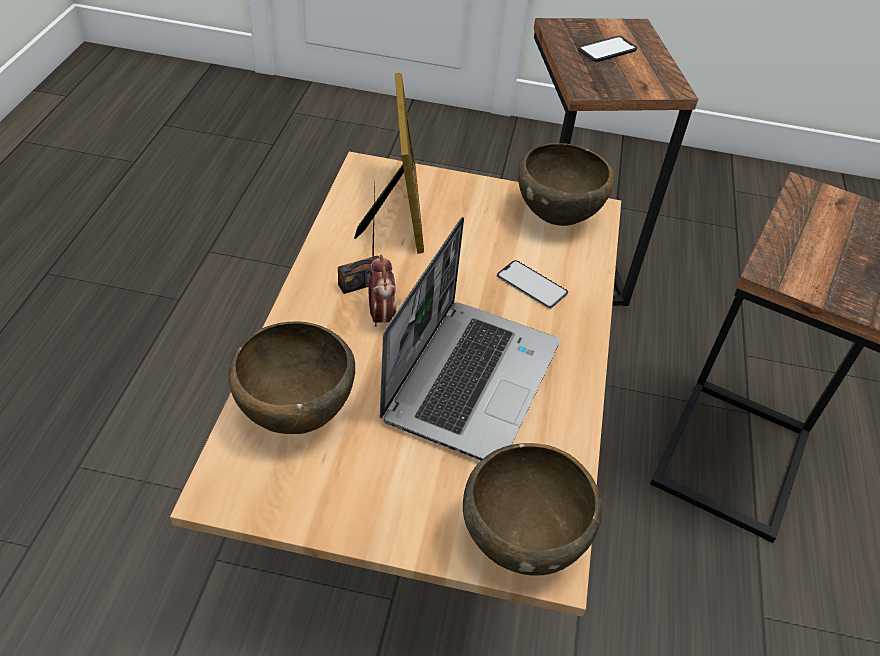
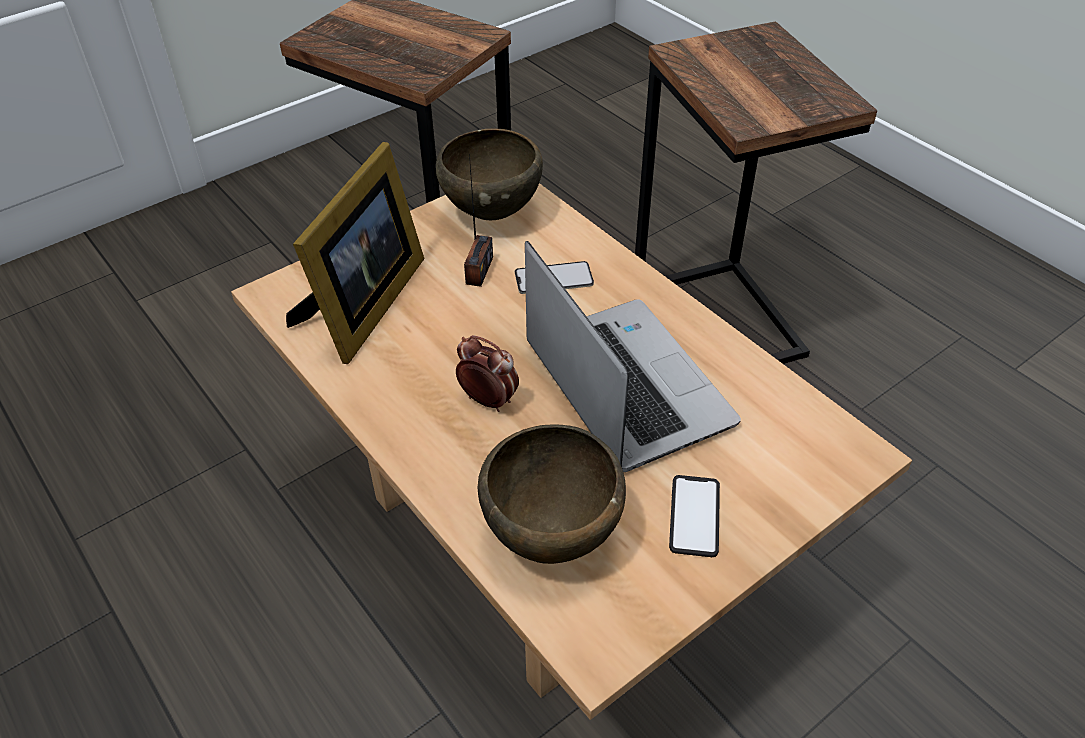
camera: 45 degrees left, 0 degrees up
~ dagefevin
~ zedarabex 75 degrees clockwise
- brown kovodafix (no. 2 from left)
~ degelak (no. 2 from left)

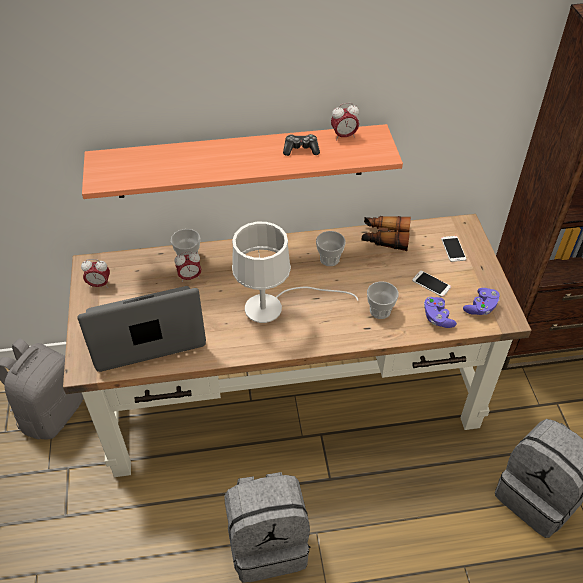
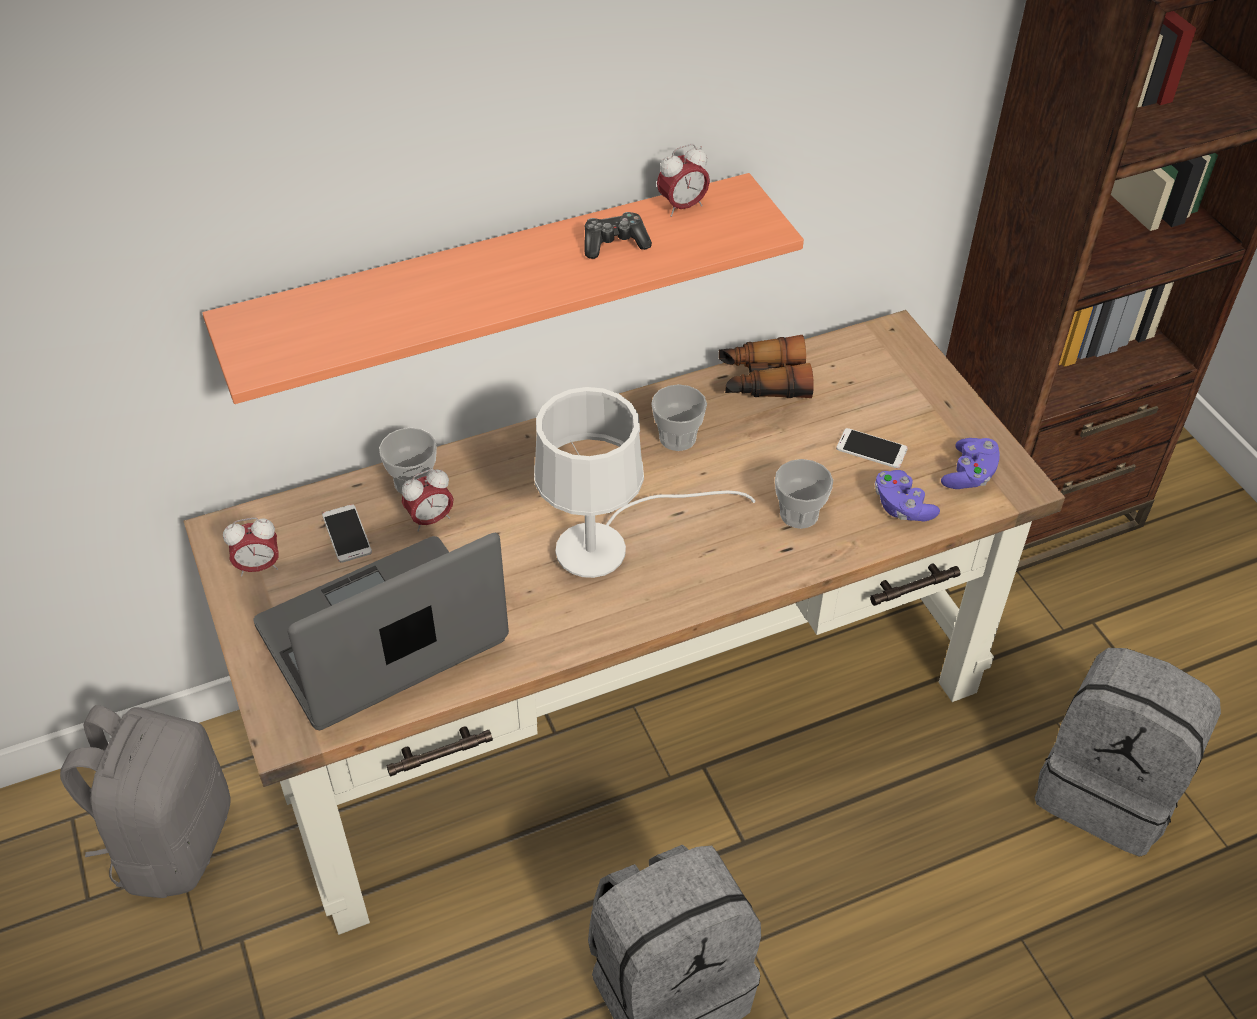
camera: 15 degrees left, 0 degrees up
~ degelak (no. 2 from left in the first image) to degelak (no. 1 from left)

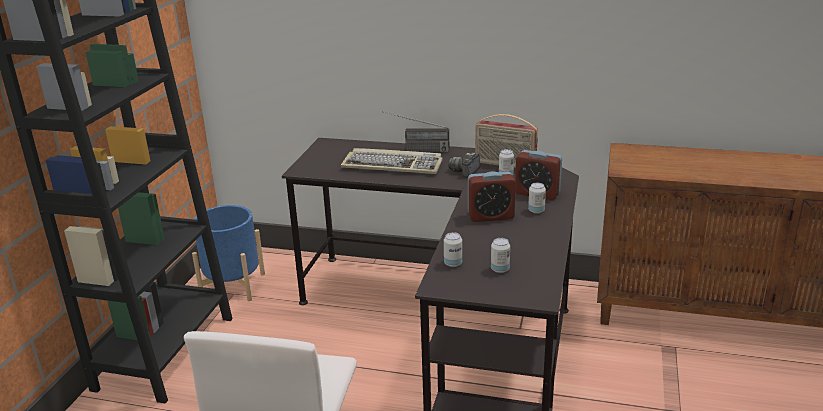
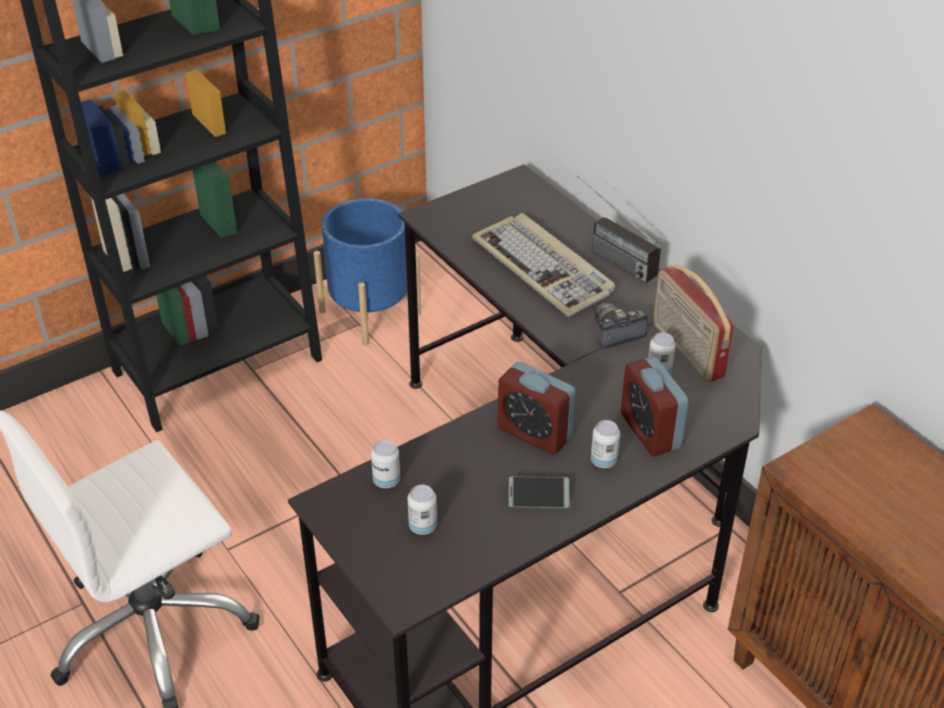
camera: 40 degrees right, 15 degrees up
+ degelak

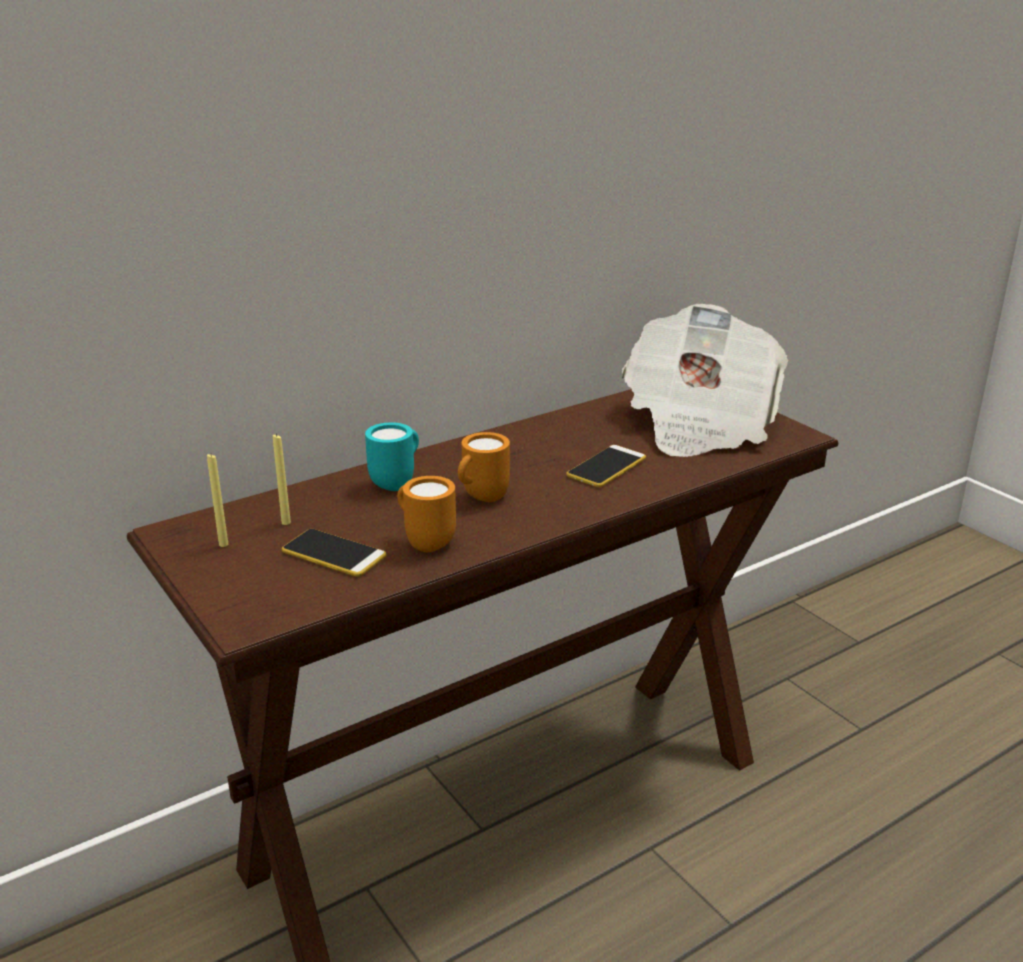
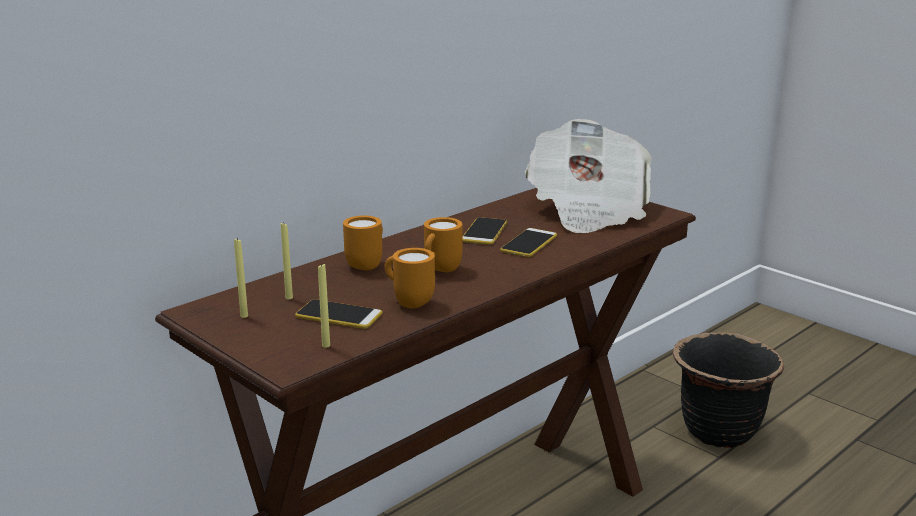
camera: 10 degrees left, 5 degrees down
~ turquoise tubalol to orange tubalol (no. 1 from left)
+ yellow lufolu (no. 3 from left)
+ degelak (no. 2 from left)
+ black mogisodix

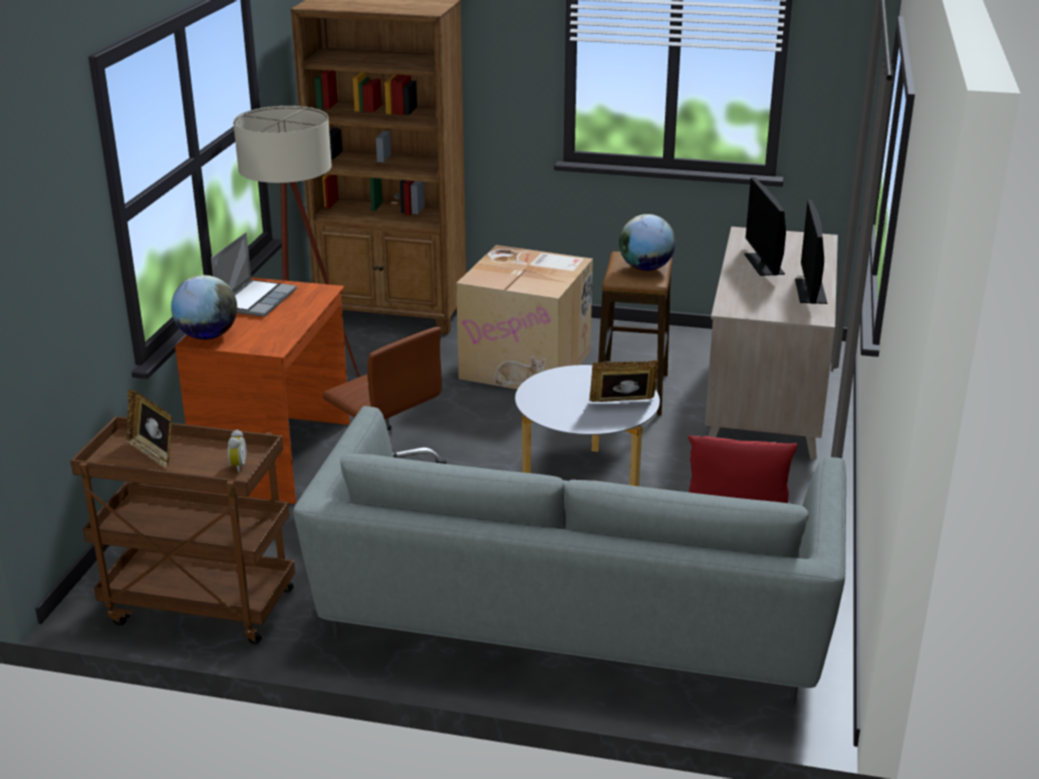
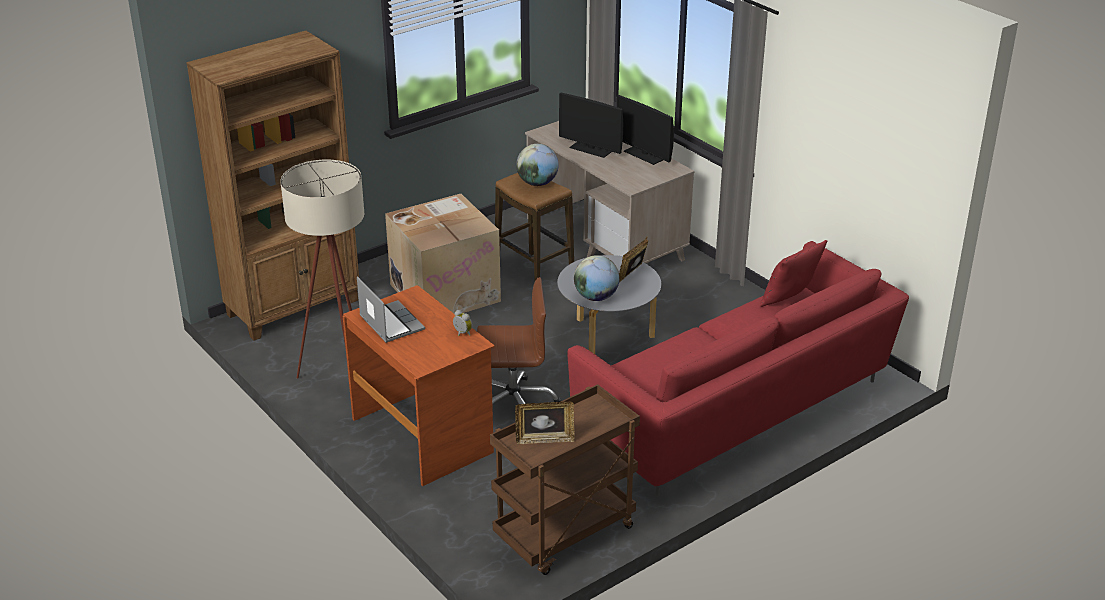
camera: 50 degrees left, 5 degrees up
~ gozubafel (no. 1 from left in the first image) to gozubafel (no. 2 from left)
~ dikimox
~ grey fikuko to red fikuko

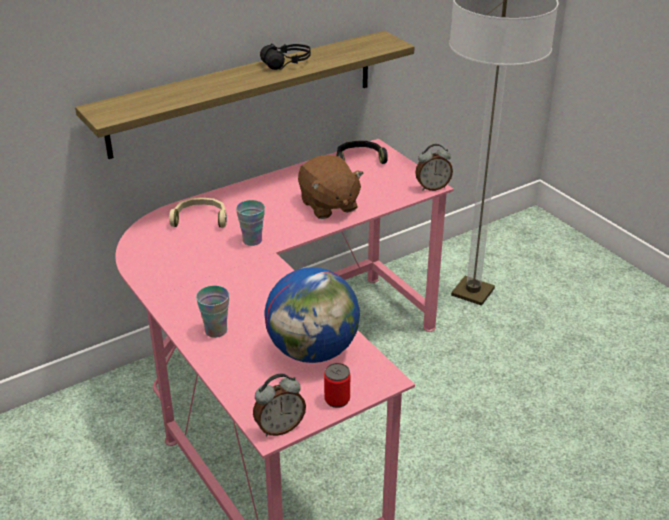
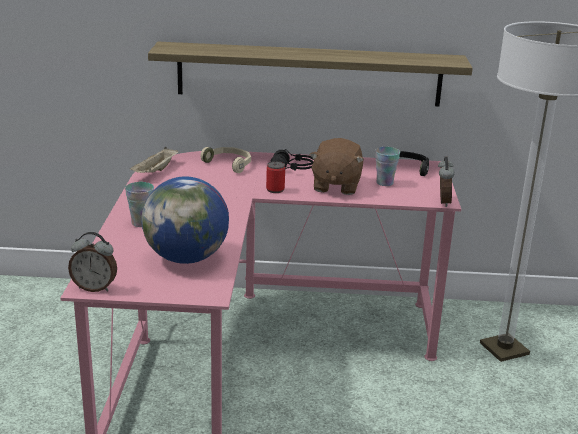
camera: 35 degrees right, 10 degrees down
~ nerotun (no. 2 from left)
~ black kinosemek (no. 1 from left)
~ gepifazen
~ dikimox (no. 2 from left) 105 degrees counterclockwise
+ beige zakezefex

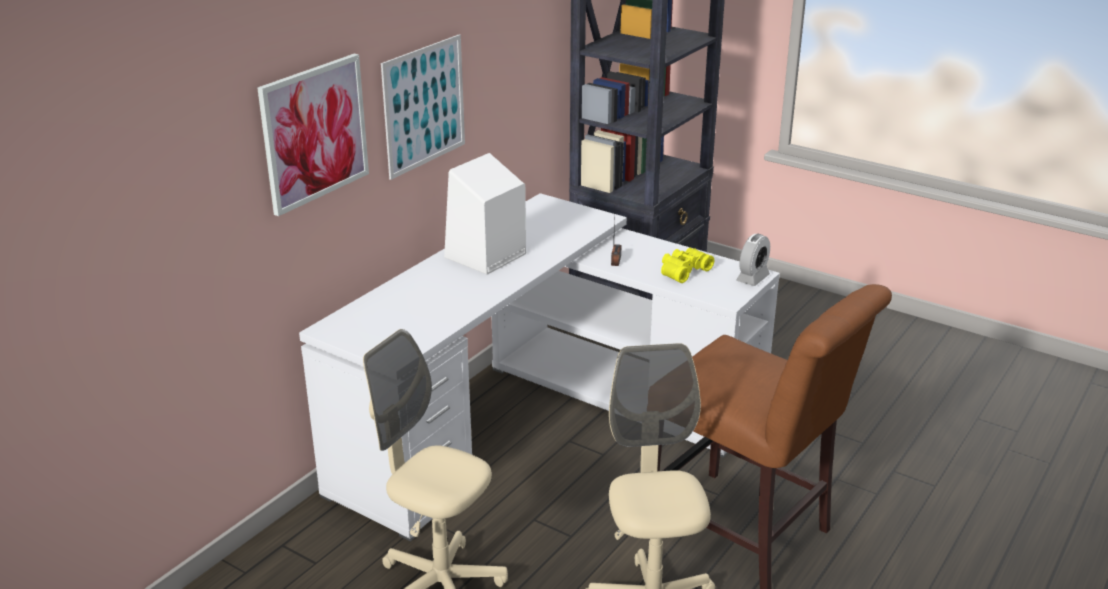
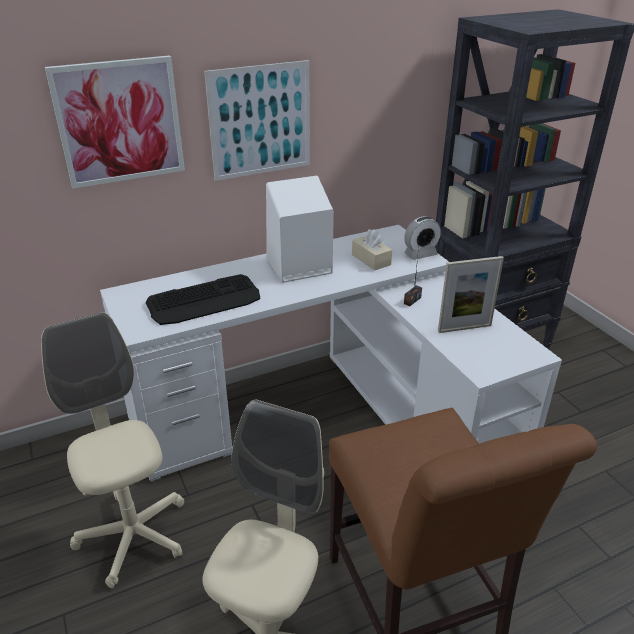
camera: 30 degrees right, 5 degrees up
~ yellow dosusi to zedarabex
~ dikimox
+ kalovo
+ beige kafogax

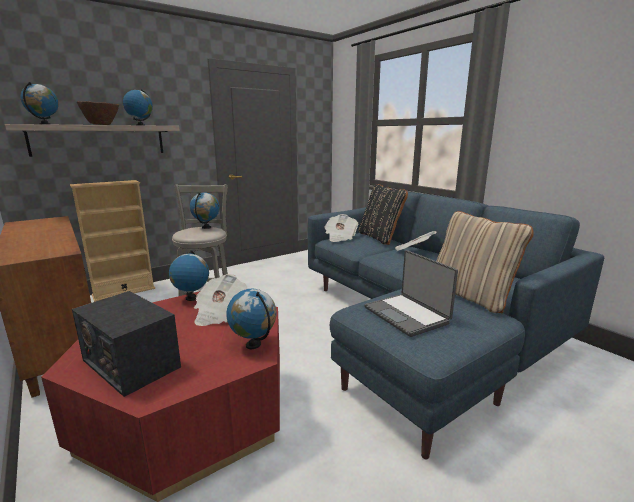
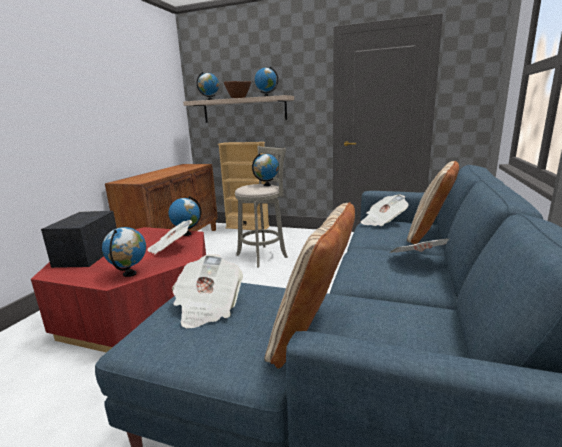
camera: 55 degrees right, 0 degrees up
~ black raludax to beige raludax (no. 2 from left)
~ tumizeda to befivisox (no. 2 from left)

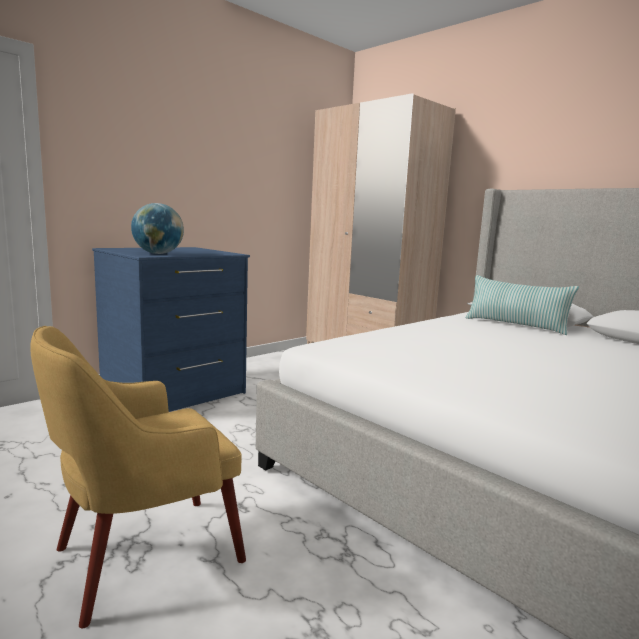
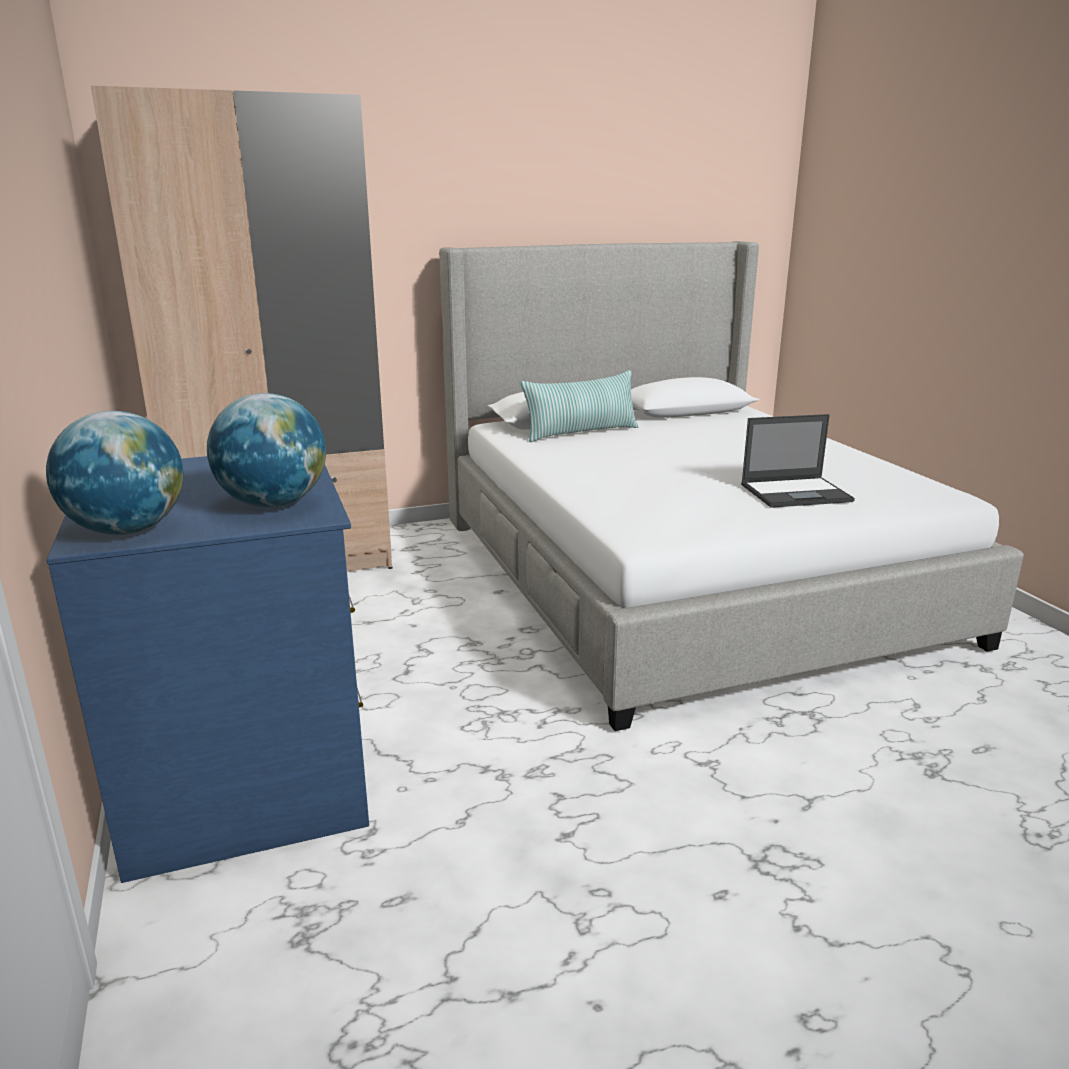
camera: 65 degrees left, 10 degrees up
- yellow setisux
+ gozubafel (no. 1 from left)
+ tumizeda

